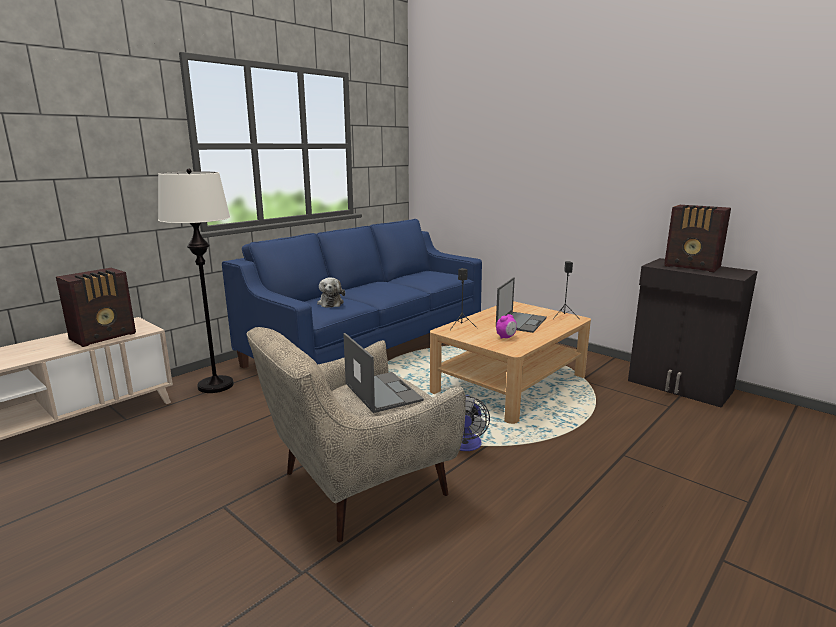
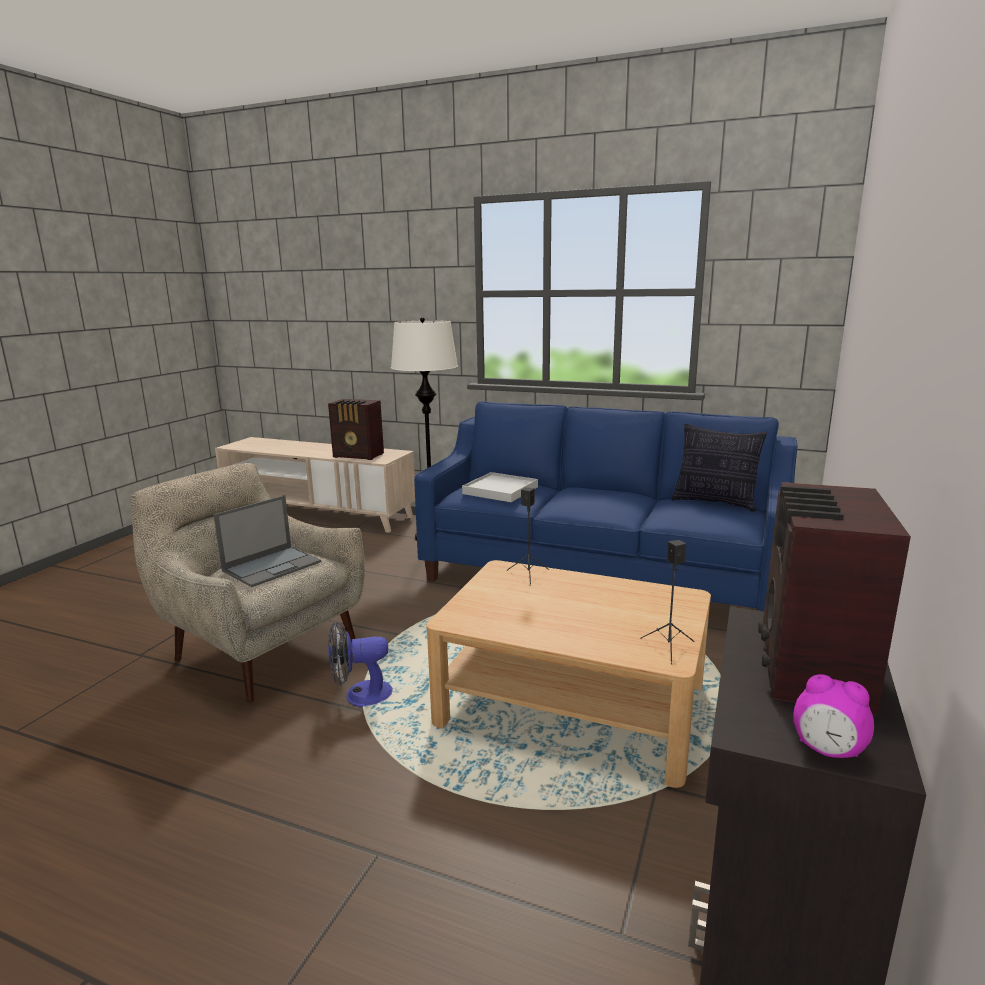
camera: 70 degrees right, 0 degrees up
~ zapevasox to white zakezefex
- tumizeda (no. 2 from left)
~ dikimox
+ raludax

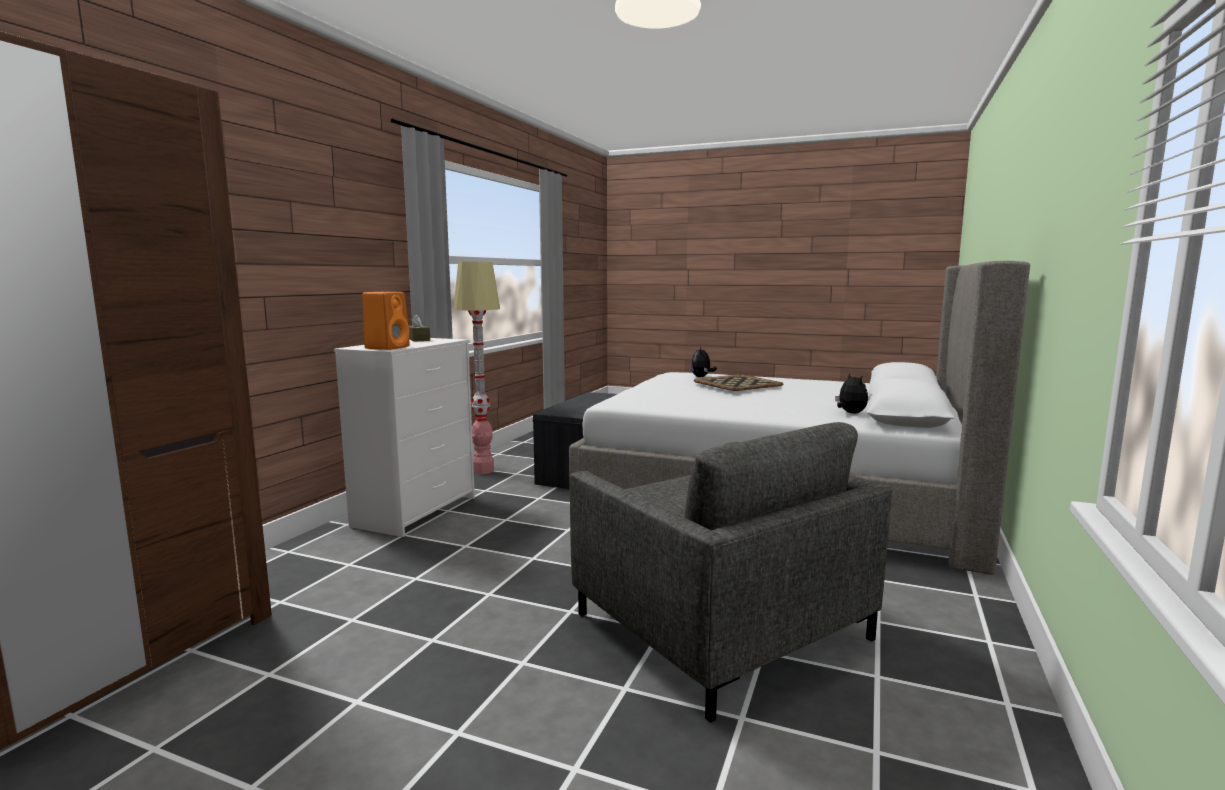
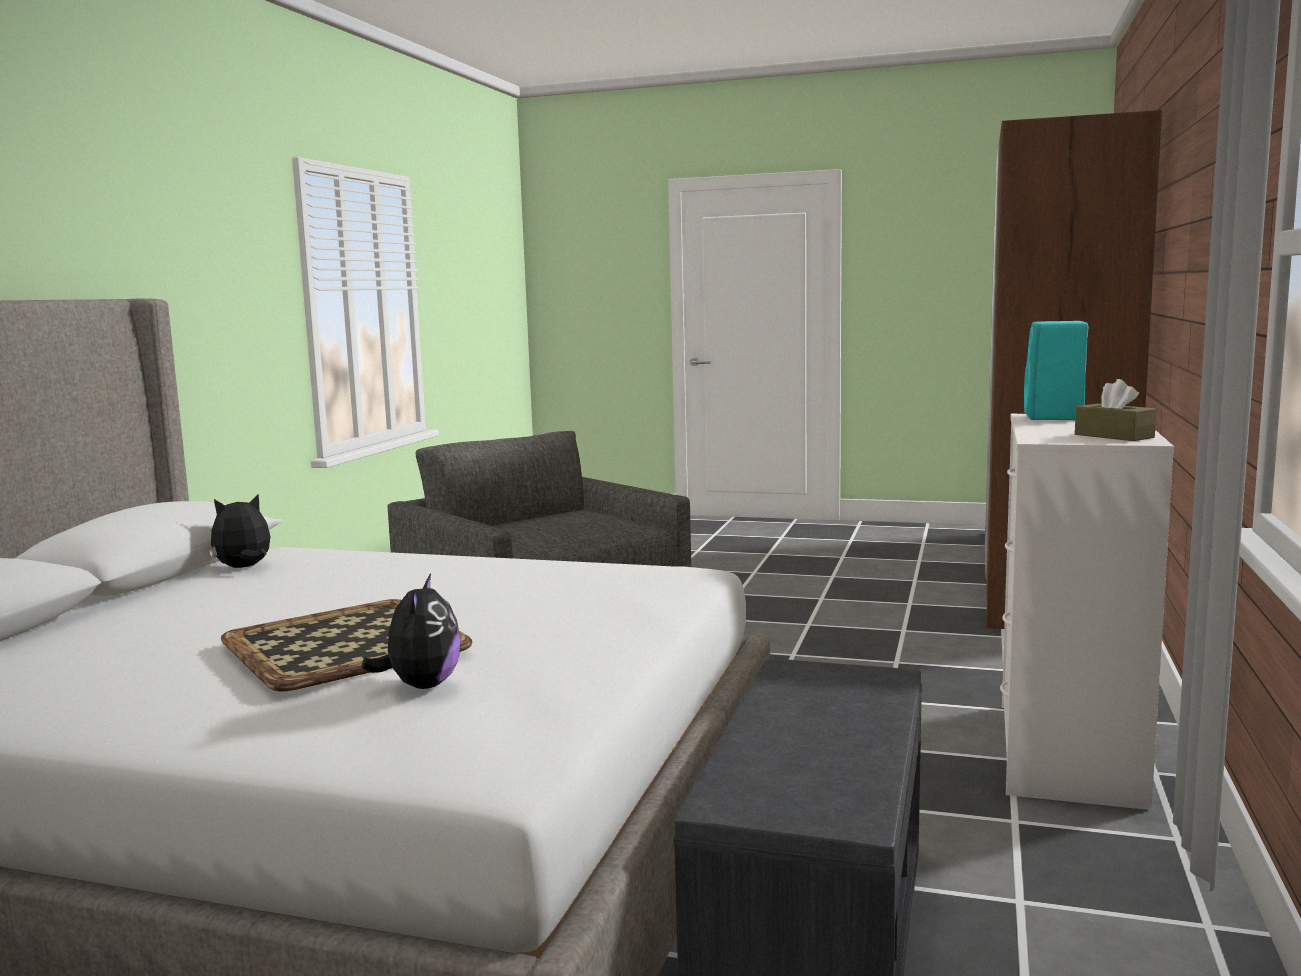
camera: 175 degrees right, 0 degrees up
~ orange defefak to turquoise defefak
- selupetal
~ zapevasox (no. 2 from left in the first image) 75 degrees clockwise

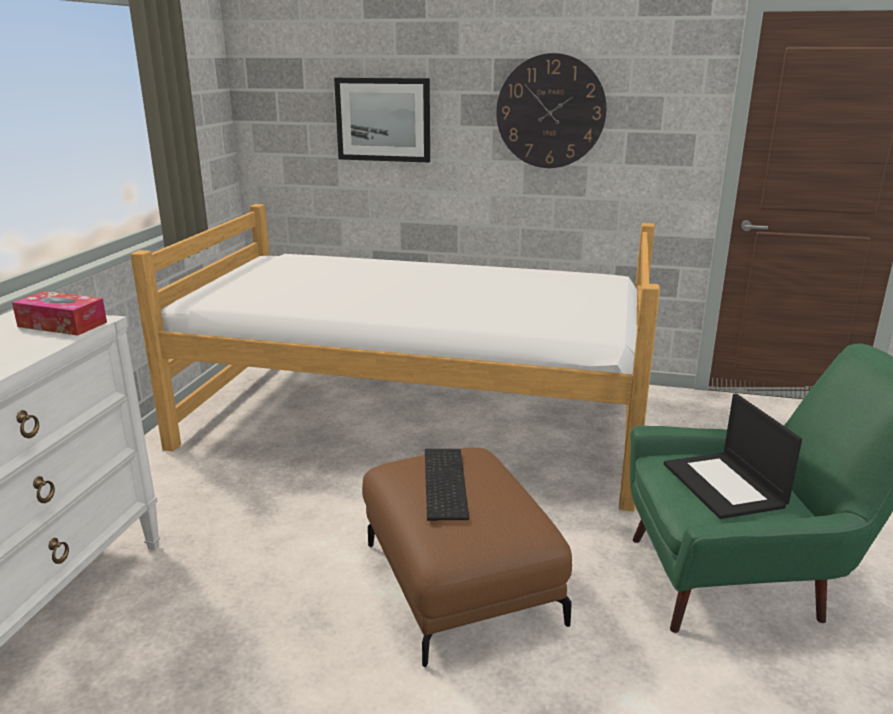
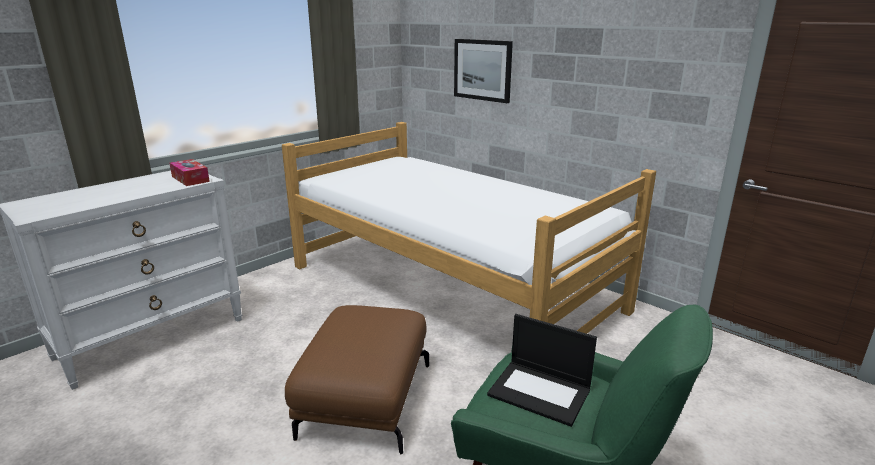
camera: 30 degrees right, 0 degrees up
- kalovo
- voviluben
~ tumizeda 75 degrees counterclockwise

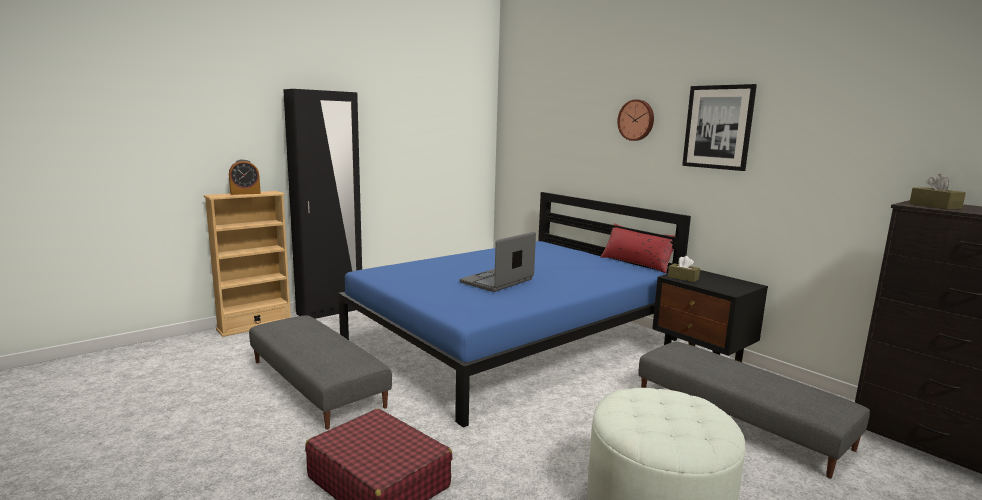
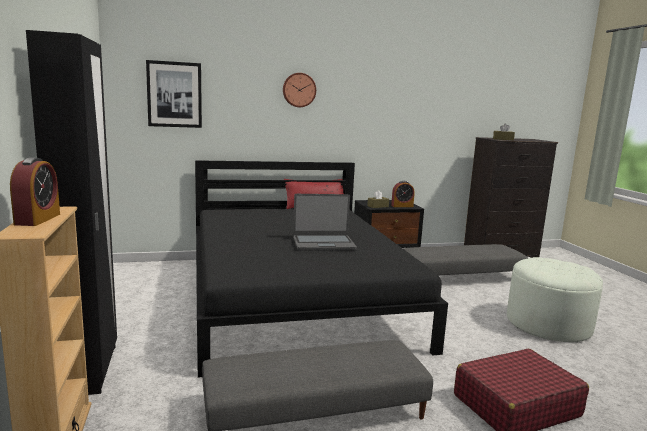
camera: 65 degrees left, 0 degrees up
~ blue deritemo to black deritemo
~ tumizeda 75 degrees counterclockwise
~ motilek
+ dikimox (no. 2 from left)

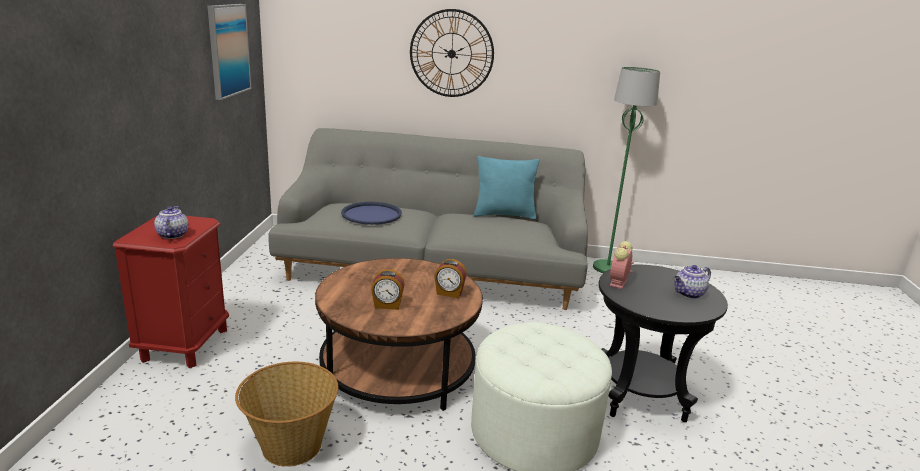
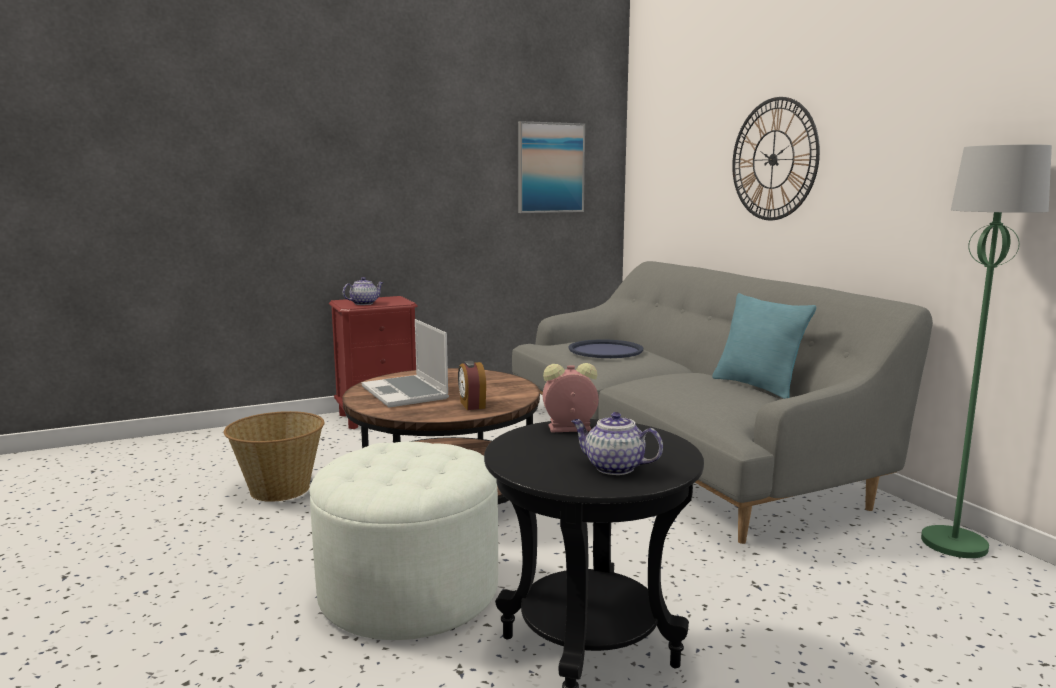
camera: 60 degrees right, 10 degrees down
~ dikimox (no. 1 from left) to tumizeda

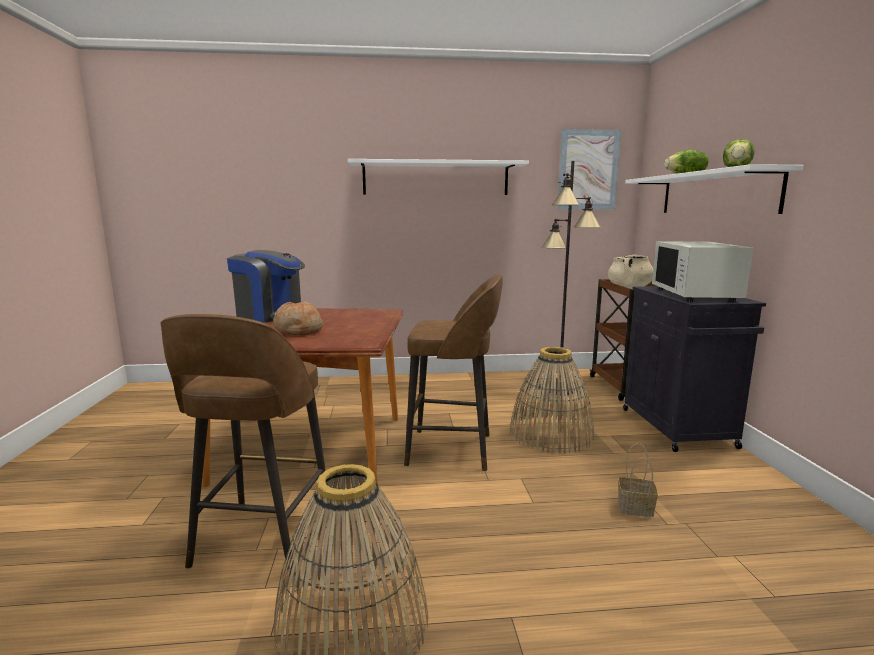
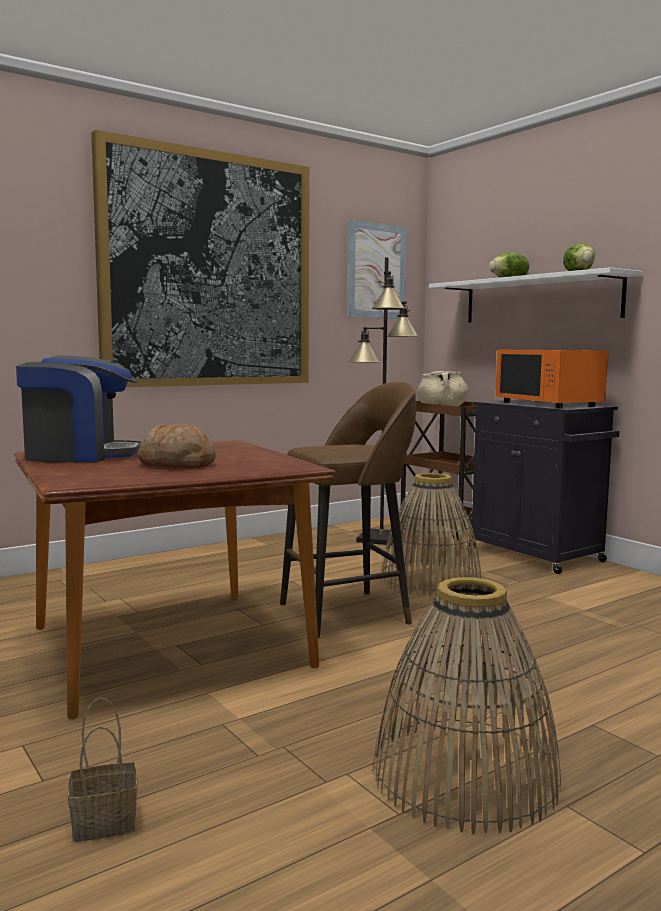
camera: 30 degrees left, 5 degrees down
- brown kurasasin (no. 1 from left)
~ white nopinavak (no. 1 from left) to motilek (no. 1 from left)
~ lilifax (no. 3 from left in the first image) to lilifax (no. 1 from left)
~ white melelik to orange melelik

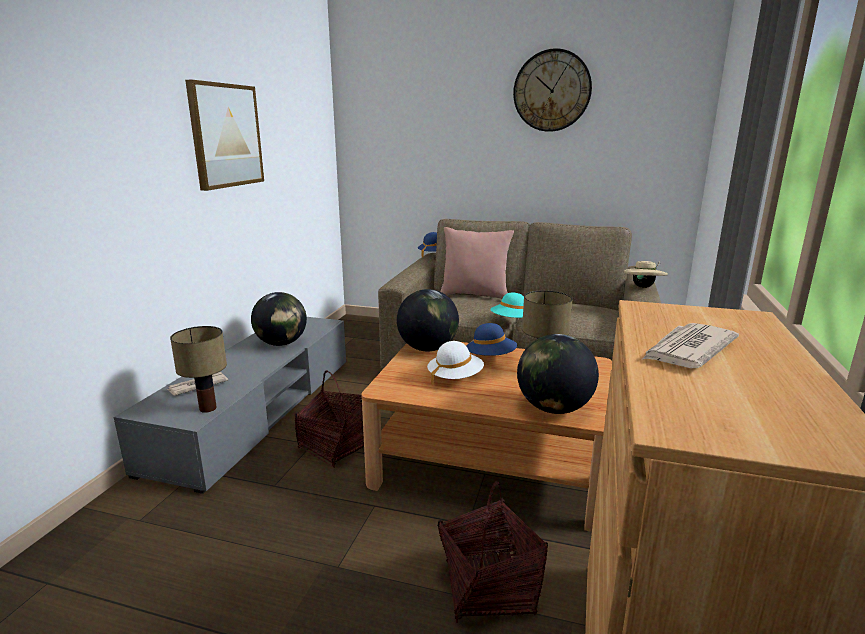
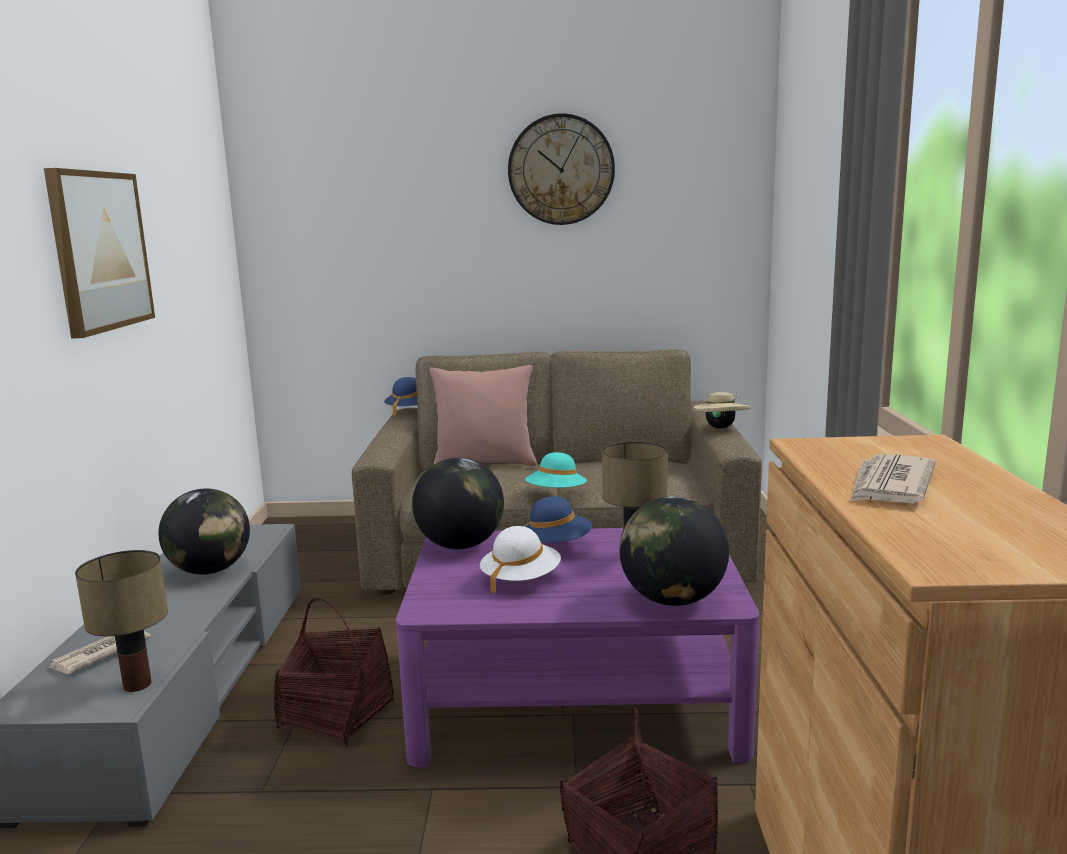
camera: 15 degrees left, 5 degrees down
~ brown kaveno to purple kaveno

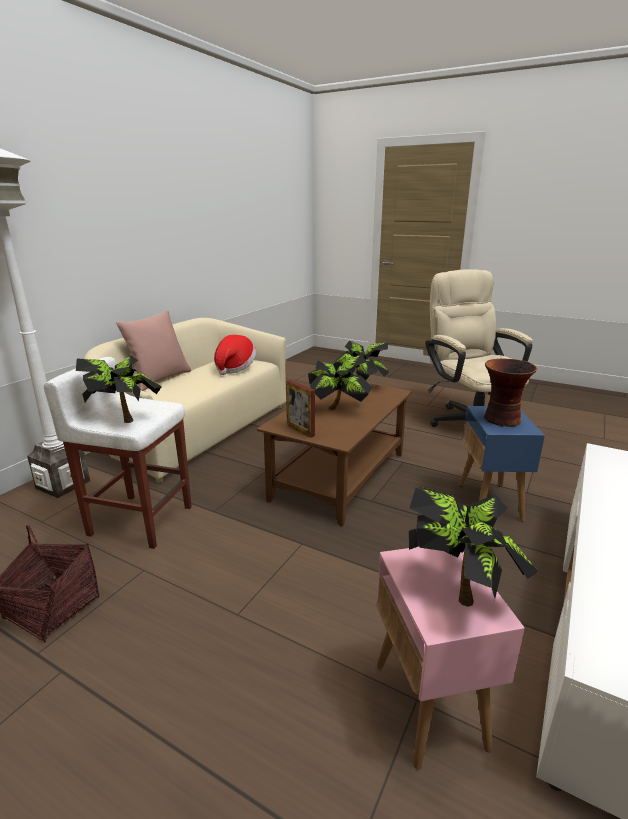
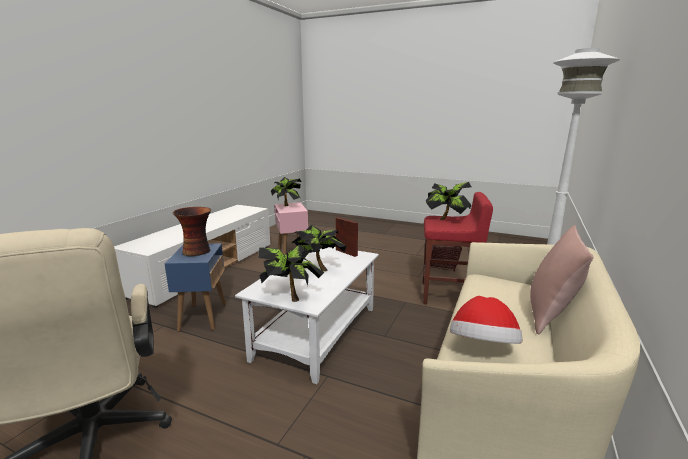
camera: 175 degrees right, 5 degrees down
~ white kurasasin to red kurasasin
~ brown kaveno to white kaveno

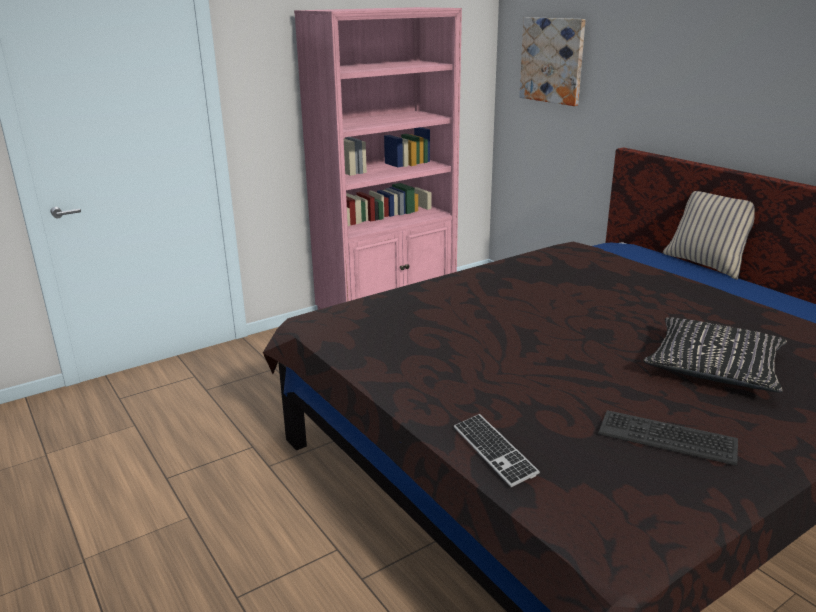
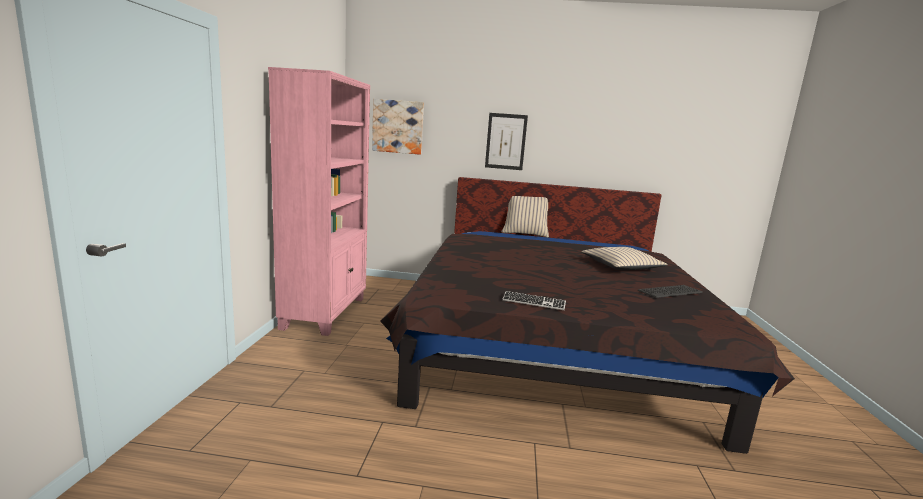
camera: 50 degrees left, 10 degrees down
~ kalovo (no. 1 from left)
~ black raludax to beige raludax (no. 2 from left)
+ motilek (no. 2 from left)

